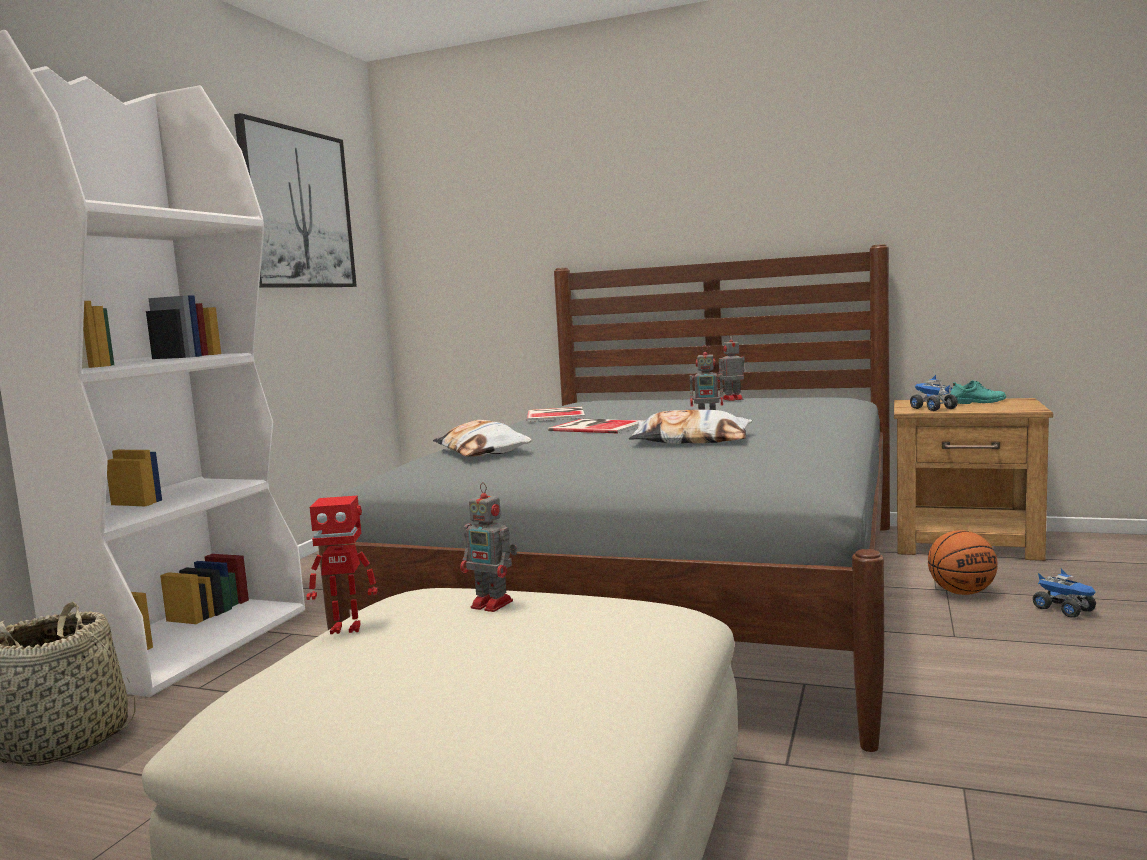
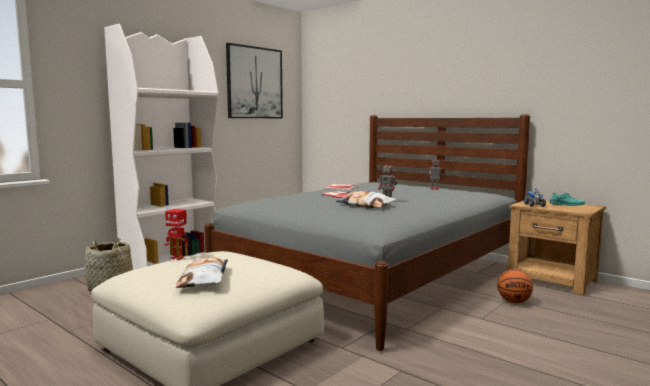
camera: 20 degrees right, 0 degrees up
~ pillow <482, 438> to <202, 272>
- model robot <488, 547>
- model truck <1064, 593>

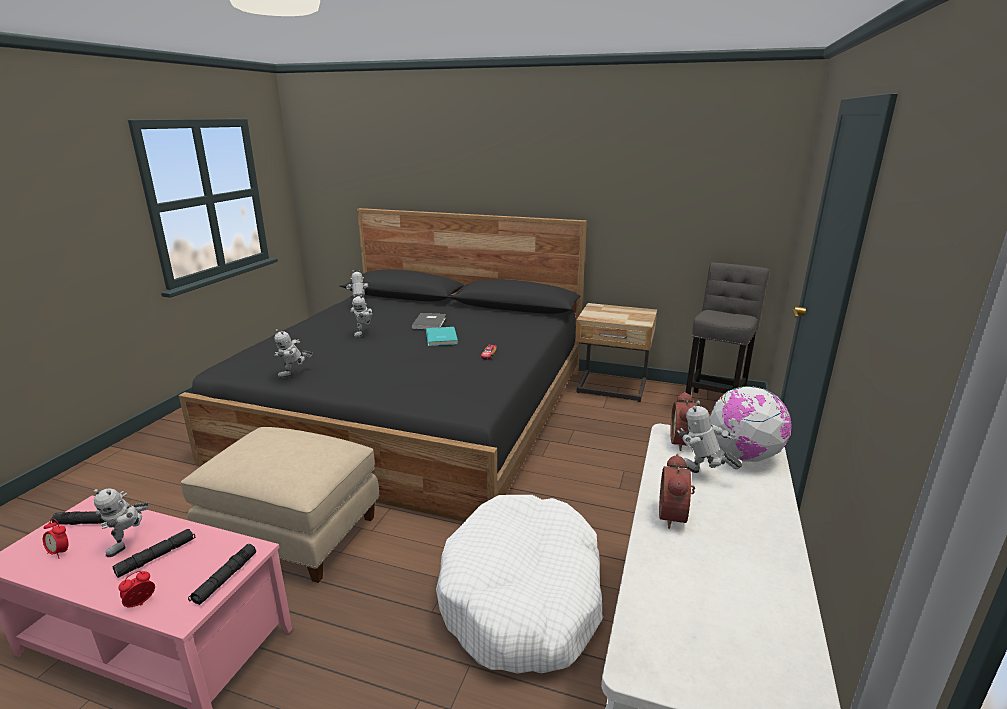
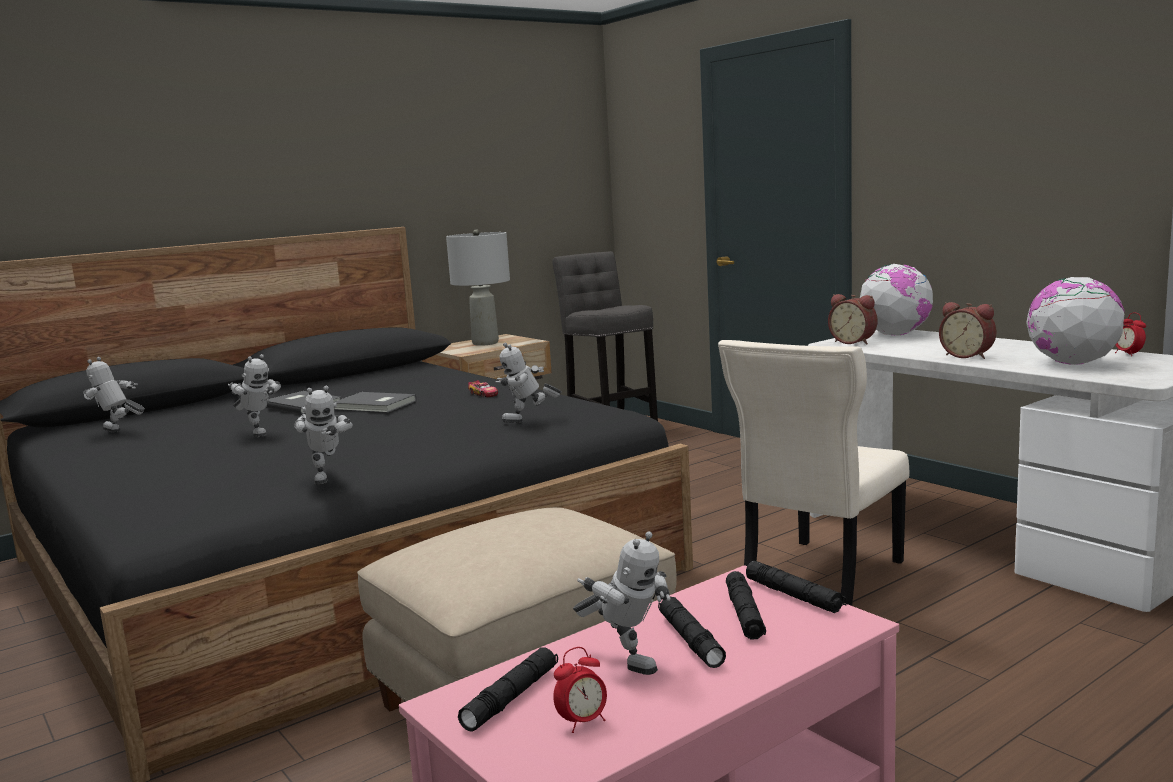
camera: 55 degrees left, 10 degrees down
~ turquoise-coloured bound book <442, 336> to grey bound book <375, 402>
~ model robot <709, 437> to <528, 383>
~ white-coloured dog cushion <519, 584> to beige-coloured plain chair <813, 473>
~ alarm clock <136, 589> to <1130, 334>
+ grey tabletop lamp <478, 287>
+ globe <1075, 321>
+ black-coloured hand torch <746, 605>

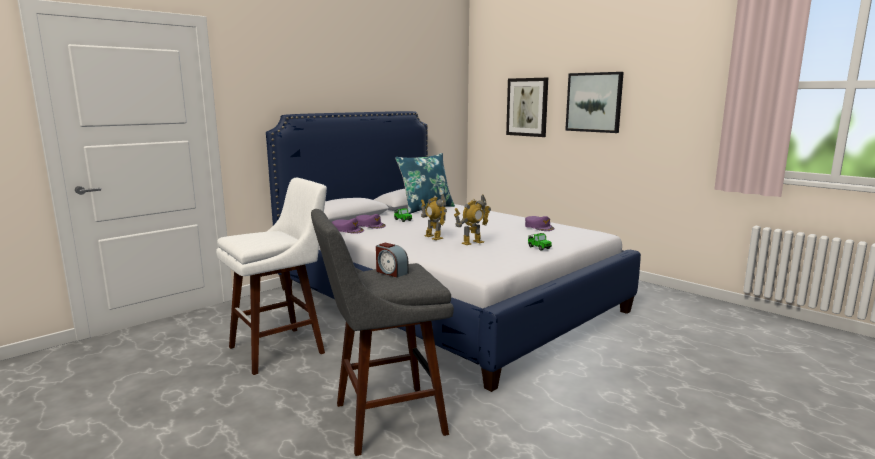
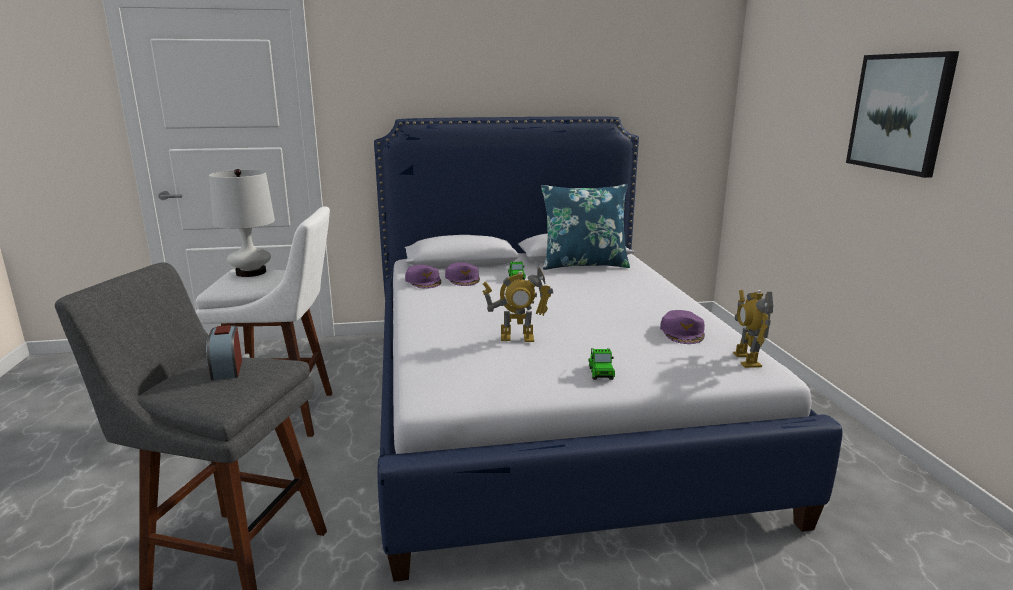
camera: 35 degrees right, 5 degrees up
- picture <527, 107>
~ model robot <434, 217> to <753, 329>
+ white-coloured tabletop lamp <242, 223>

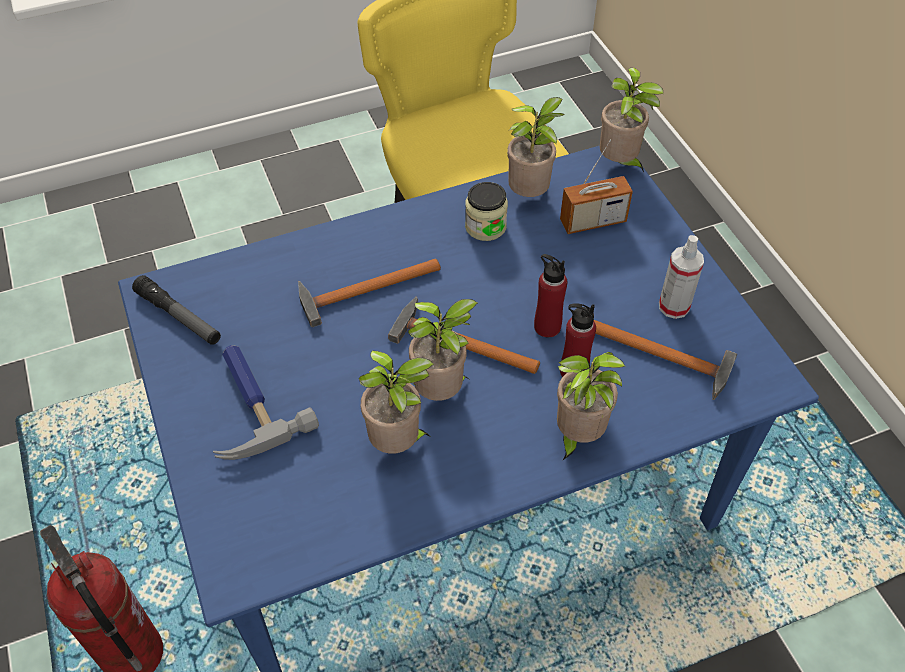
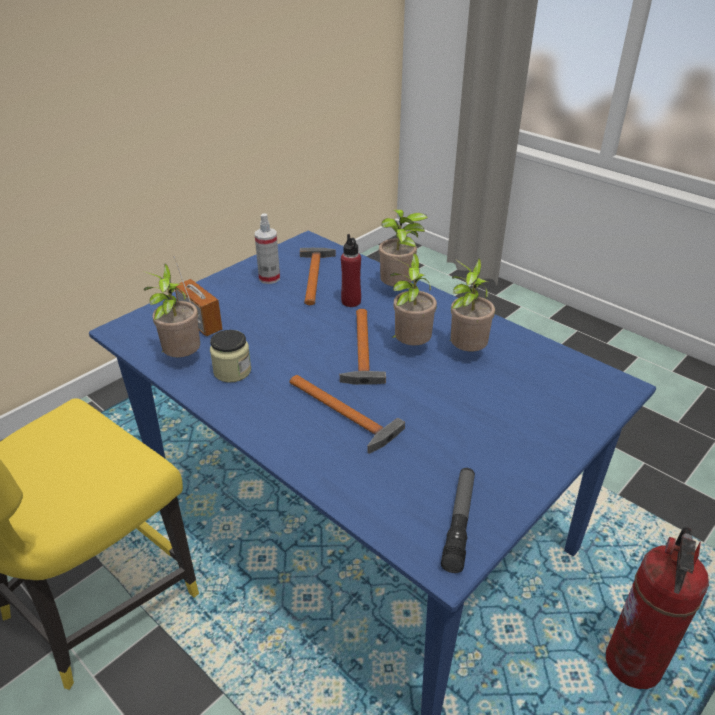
camera: 115 degrees left, 15 degrees down
- plant in a pot <632, 120>
- red bottle <550, 296>
- hammer <266, 402>

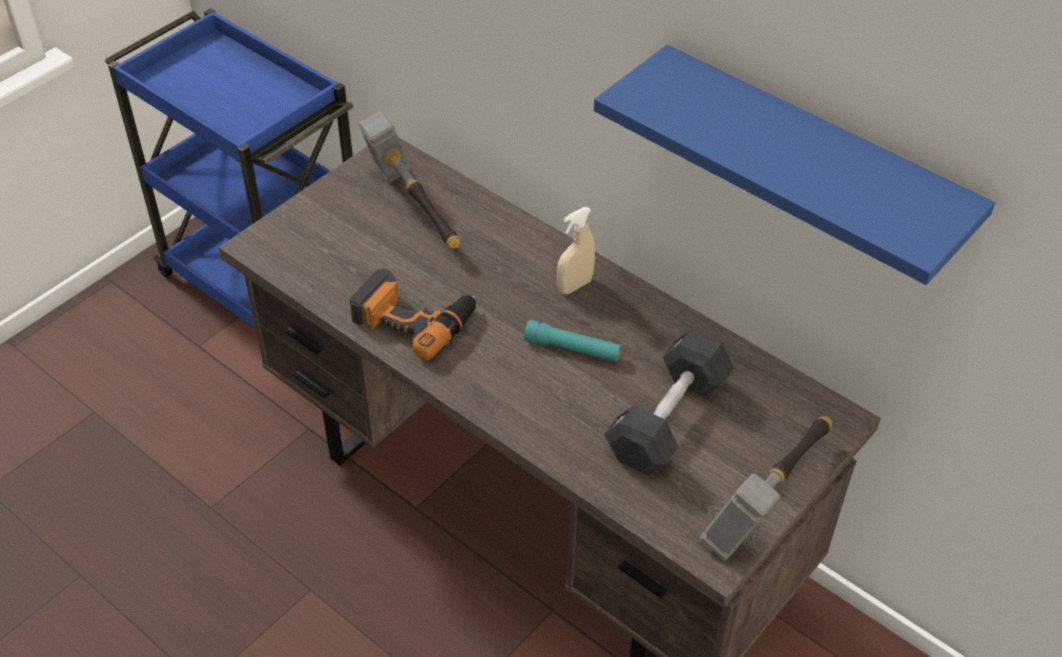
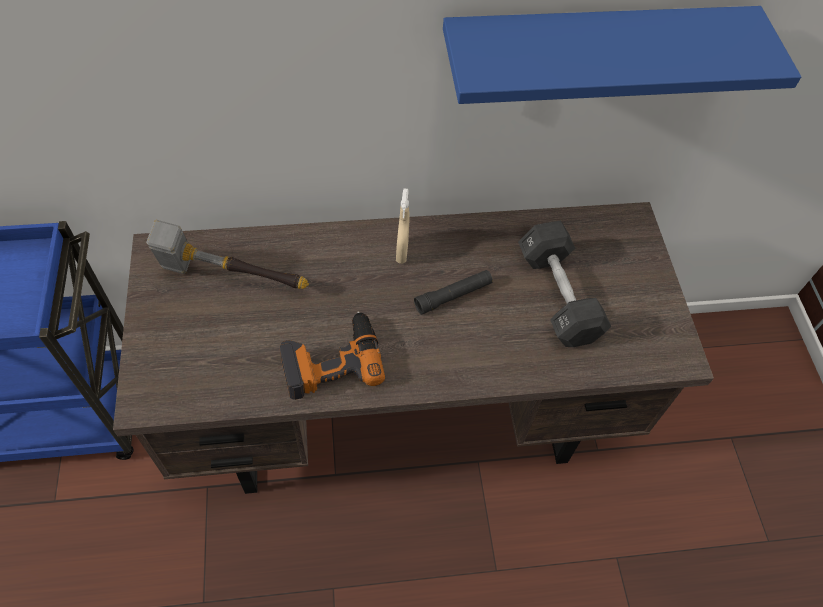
camera: 50 degrees left, 10 degrees up
~ turquoise-coloured hand torch <573, 340> to black-coloured hand torch <453, 292>
- hammer <766, 488>

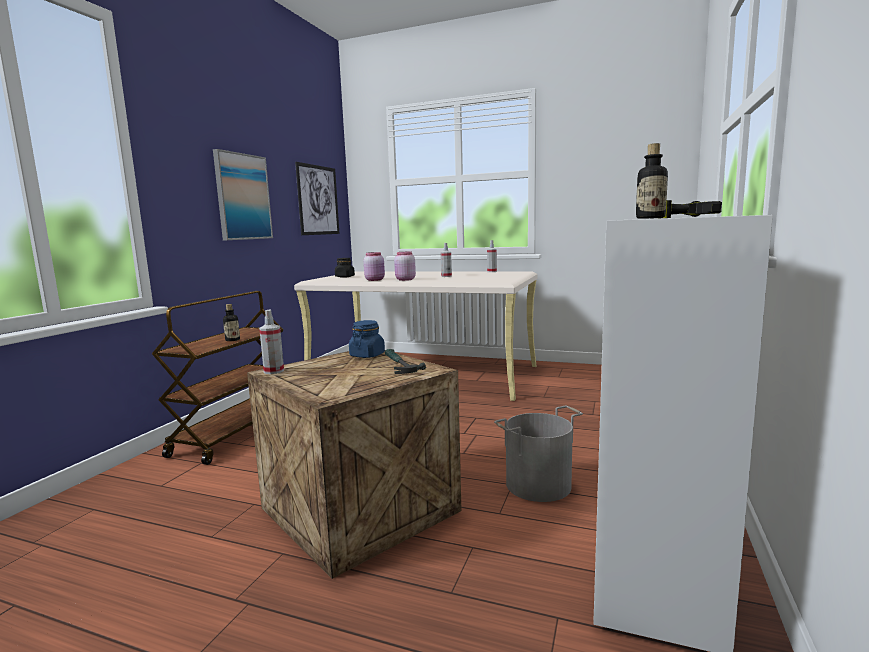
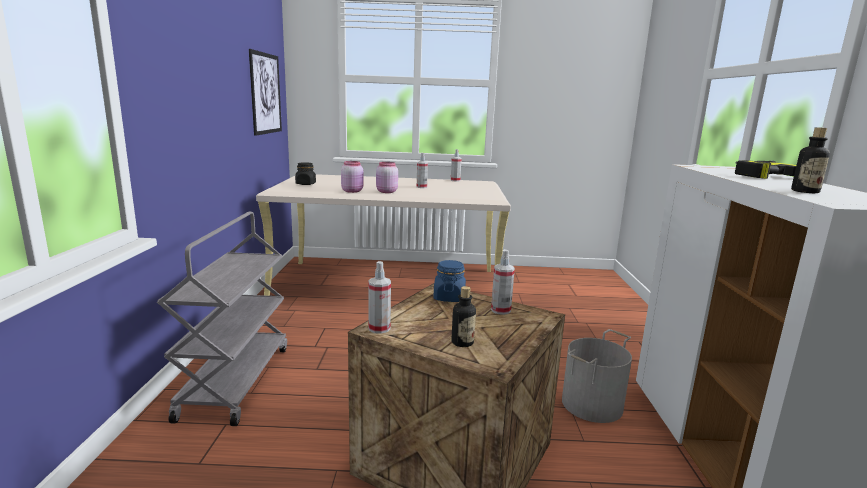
camera: 20 degrees left, 5 degrees up
- picture <243, 194>
~ brownish wheeled cart <218, 378> to grey wheeled cart <222, 319>
~ bottle <231, 322> to <464, 316>
~ hammer <405, 361> to spray bottle <503, 282>

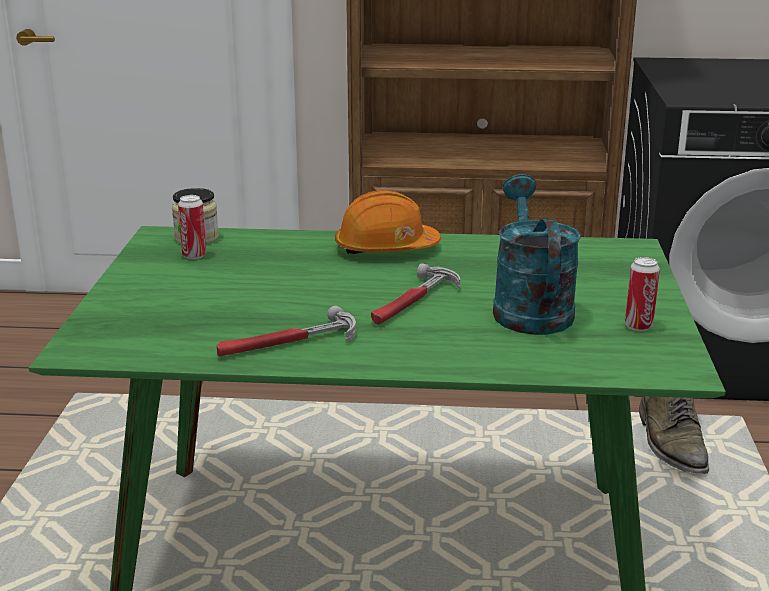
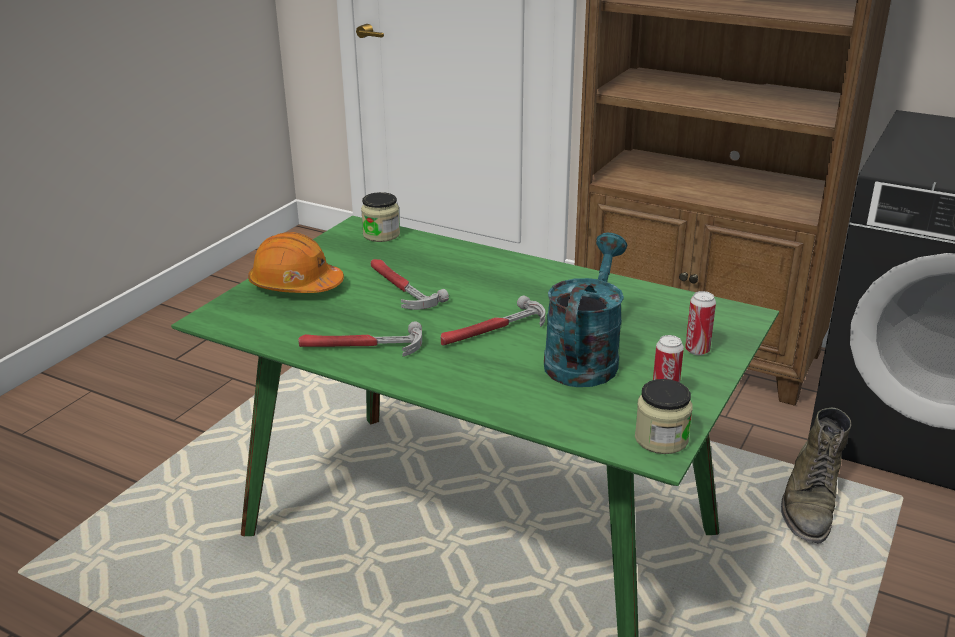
camera: 25 degrees right, 5 degrees up
~ orangey work helmet <388, 222> to <296, 262>
~ metal can <192, 227> to <700, 323>
+ hammer <410, 284>
+ jar <664, 416>

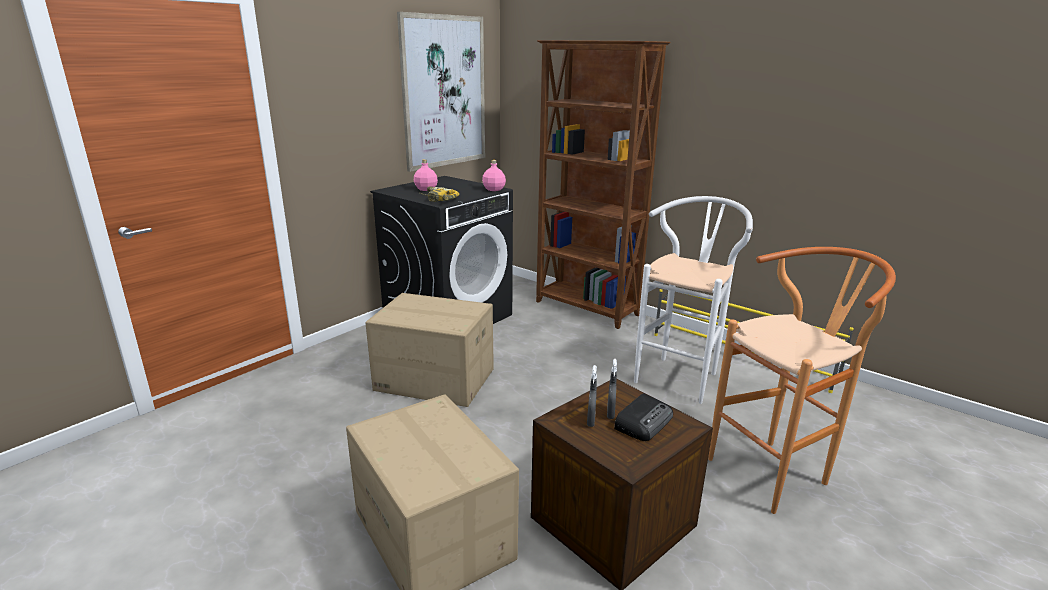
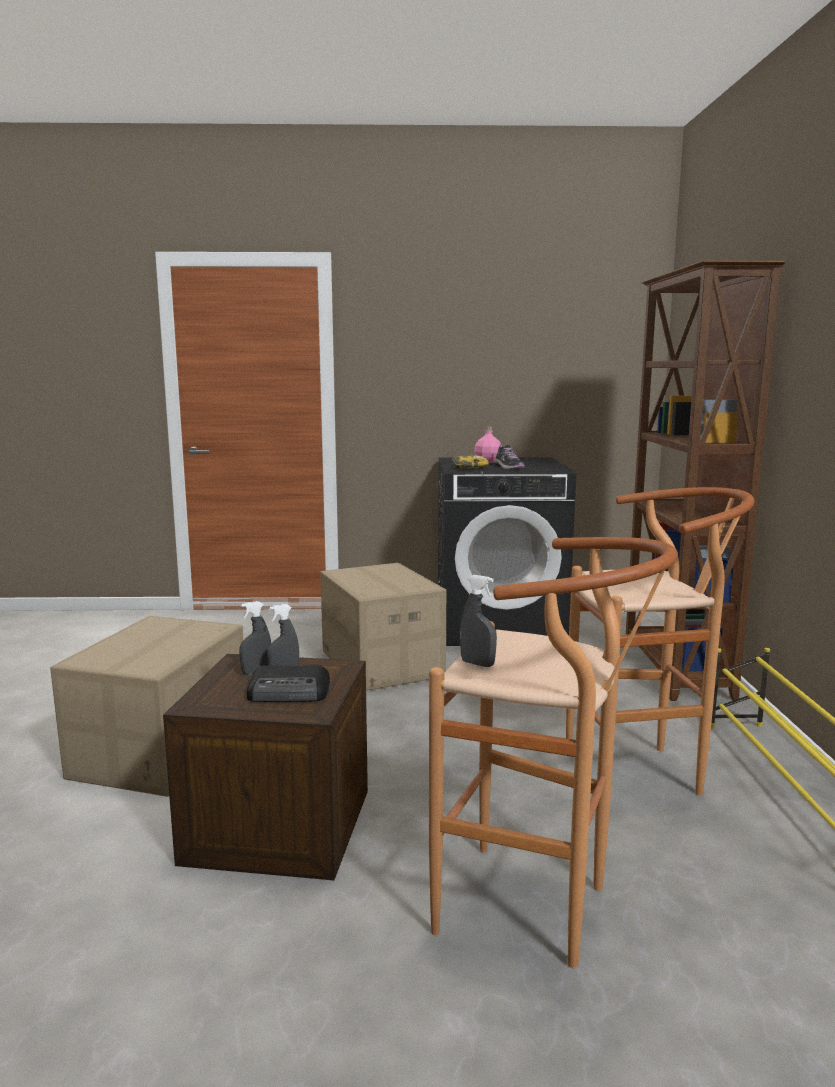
camera: 50 degrees right, 10 degrees down
- picture <441, 92>
- pinkish bottle <494, 175>
~ white-coloured sitting stool <693, 300> to brownish sitting stool <660, 641>
+ item of footwear <509, 456>
+ grey spray bottle <478, 621>

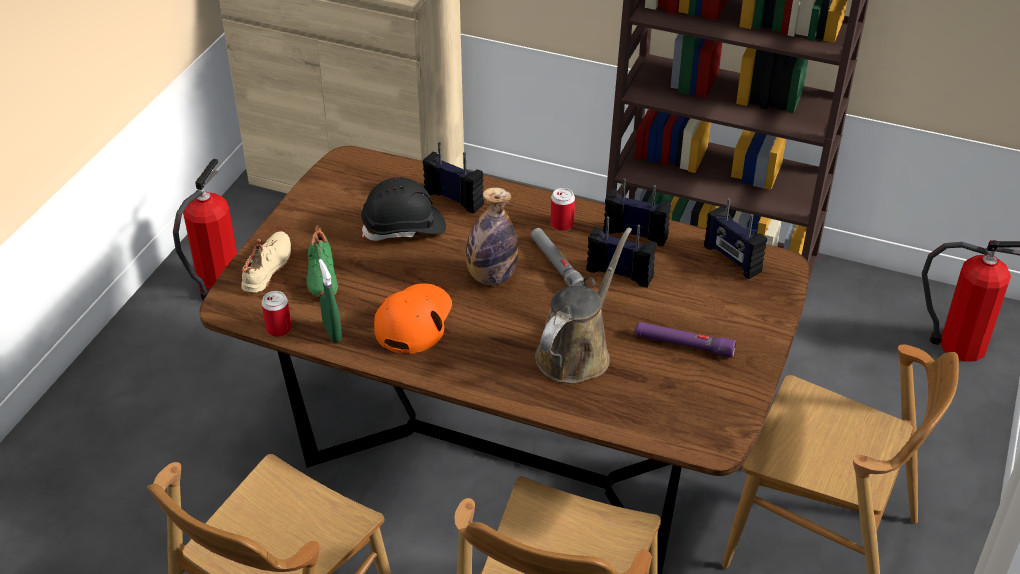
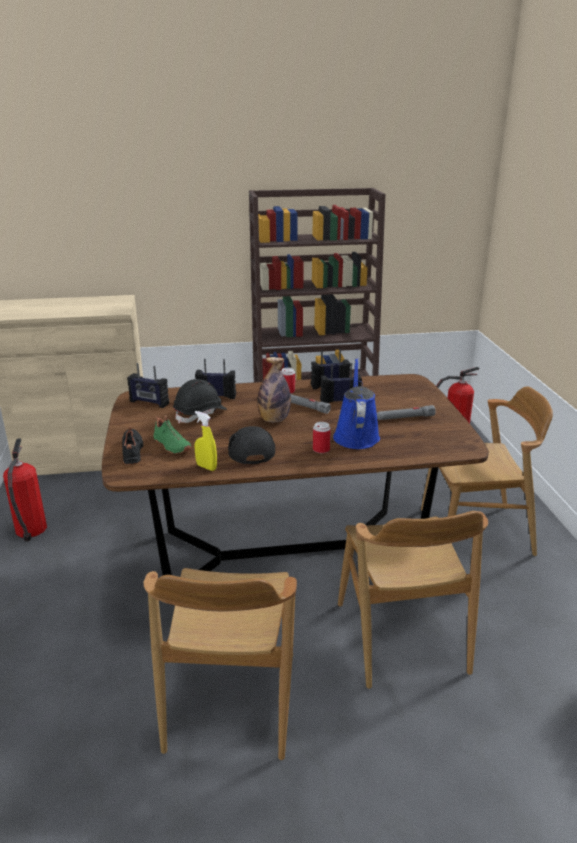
camera: 30 degrees left, 15 degrees down
~ radio receiver <735, 238> to <148, 385>
~ brownish sprinkling can <583, 305> to blue-coloured sprinkling can <356, 403>
~ beige-coloured item of footwear <266, 262> to black-coloured item of footwear <133, 445>
~ green spray bottle <330, 301> to yellow spray bottle <206, 441>
~ orangey baseball cap <413, 318> to black-coloured baseball cap <251, 445>
~ metal can <276, 314> to <322, 437>
~ purple hand torch <685, 340> to grey hand torch <406, 412>

